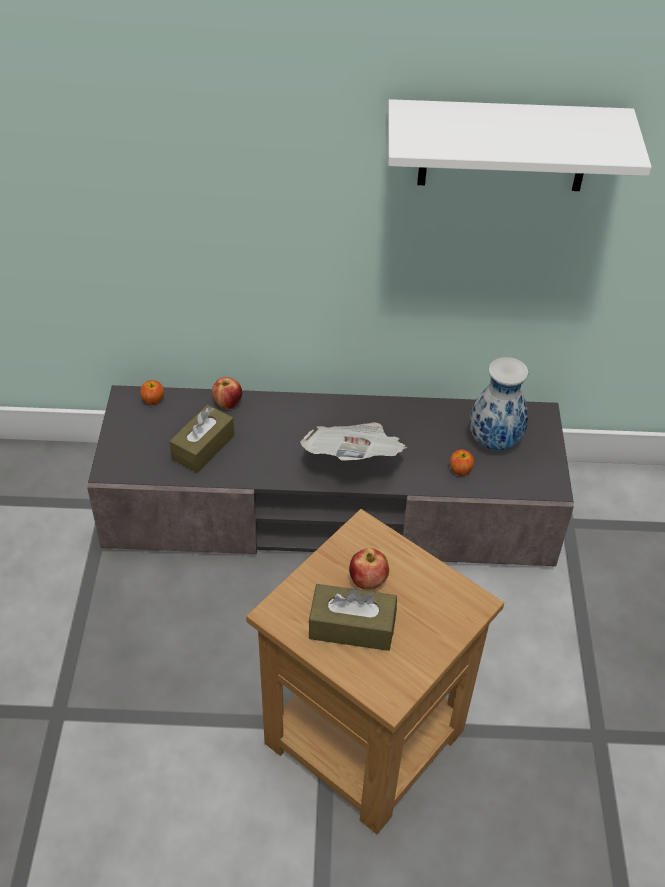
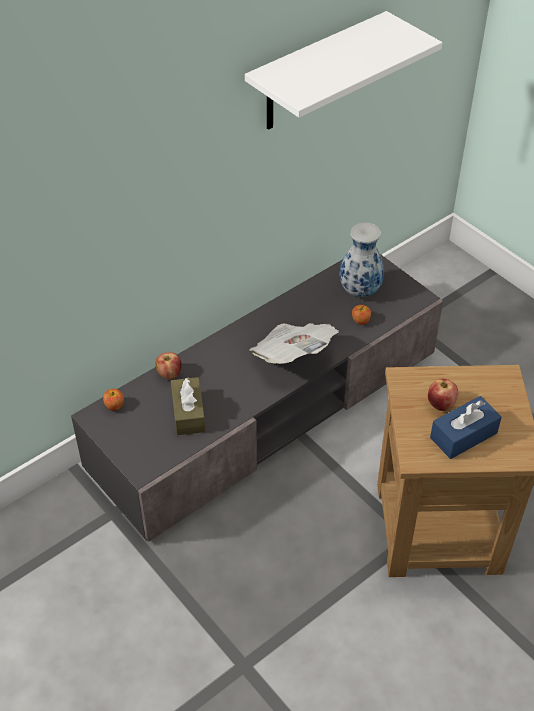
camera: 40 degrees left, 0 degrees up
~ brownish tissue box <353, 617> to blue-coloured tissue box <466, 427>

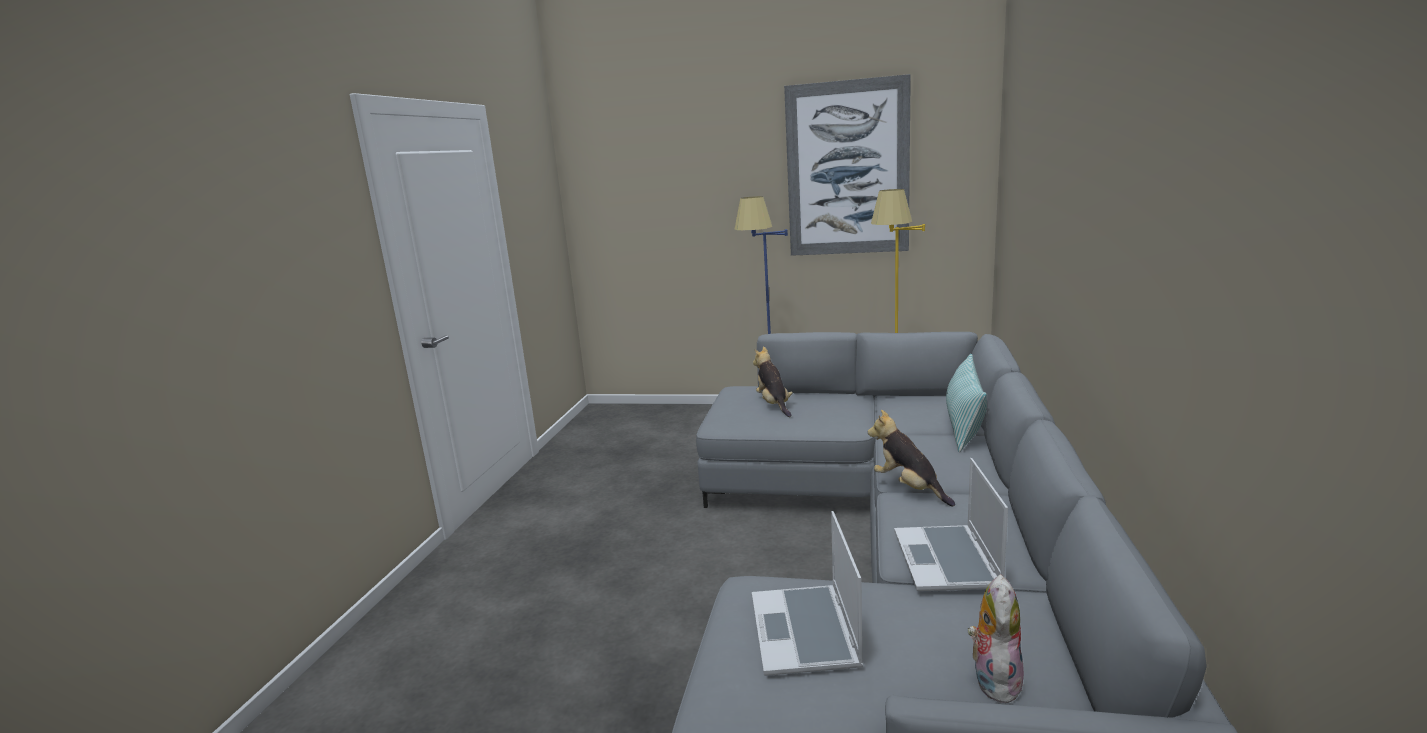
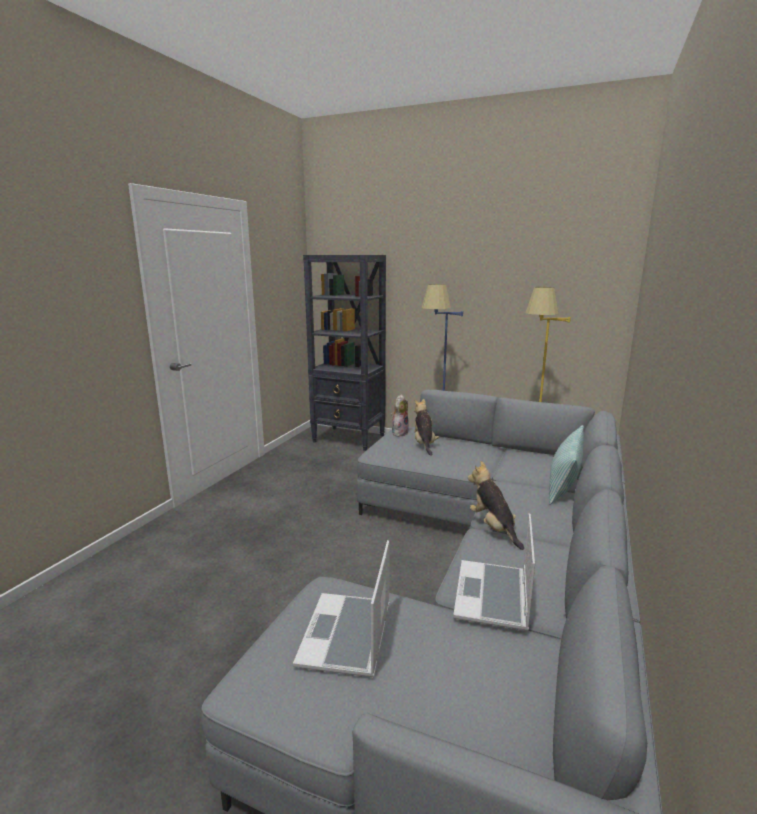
camera: 10 degrees right, 0 degrees up
- picture <847, 165>
~ plush toy <996, 639> to <400, 415>
+ black-coloured shelving unit <344, 353>

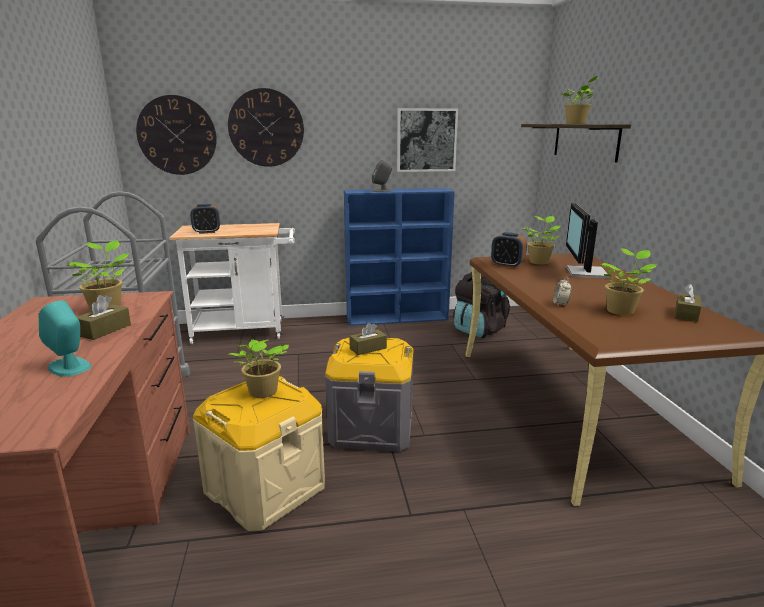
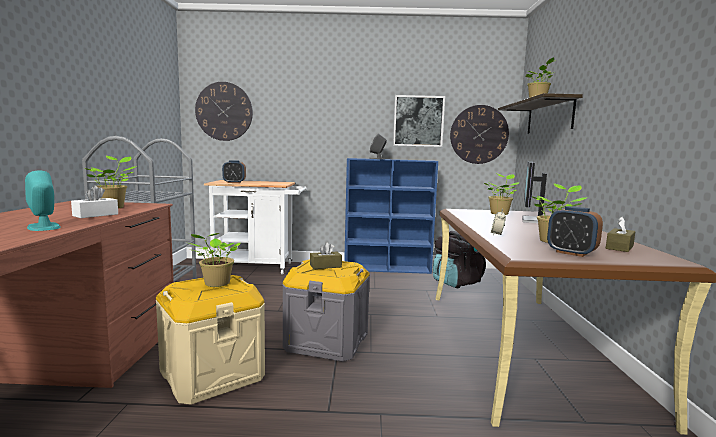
camera: 10 degrees right, 10 degrees down
~ wall clock <266, 127> to <479, 134>
~ alarm clock <509, 250> to <575, 231>
~ brownish tissue box <104, 317> to white-coloured tissue box <94, 201>

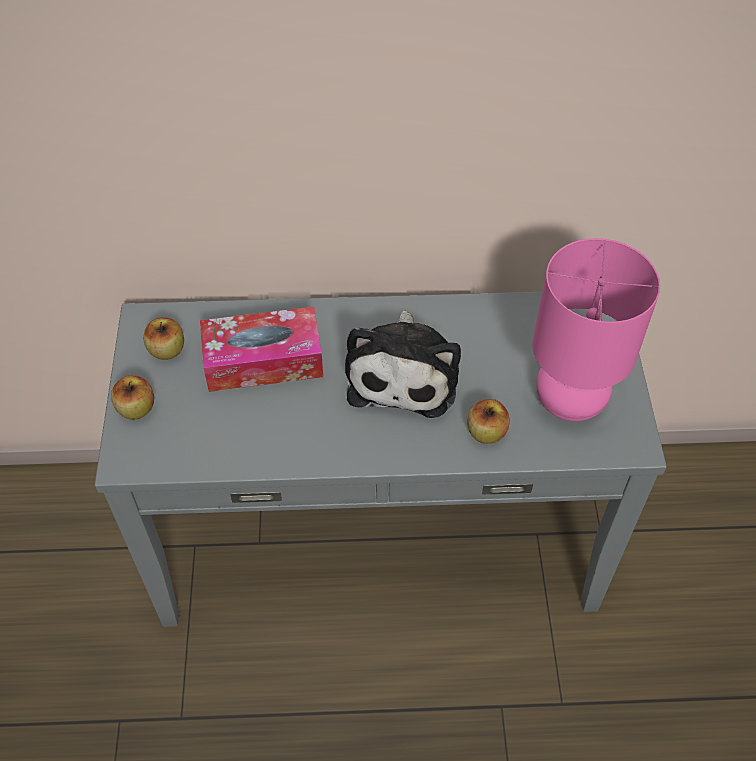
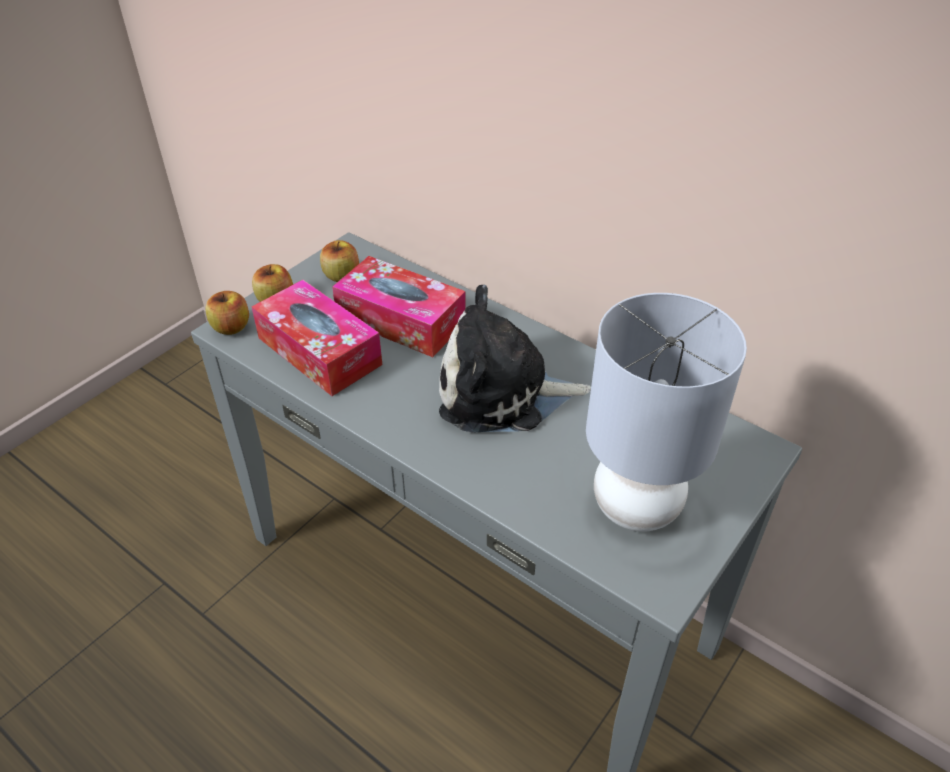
camera: 40 degrees right, 10 degrees down
~ pinkish tabletop lamp <596, 329> to grey tabletop lamp <666, 412>
~ plush toy <403, 364> = <515, 358> 45 degrees clockwise
~ apple fruit <488, 421> to <227, 313>
+ tissue box <317, 338>

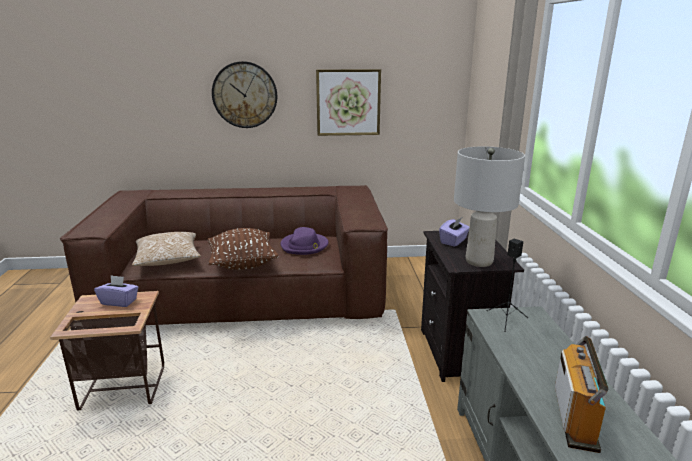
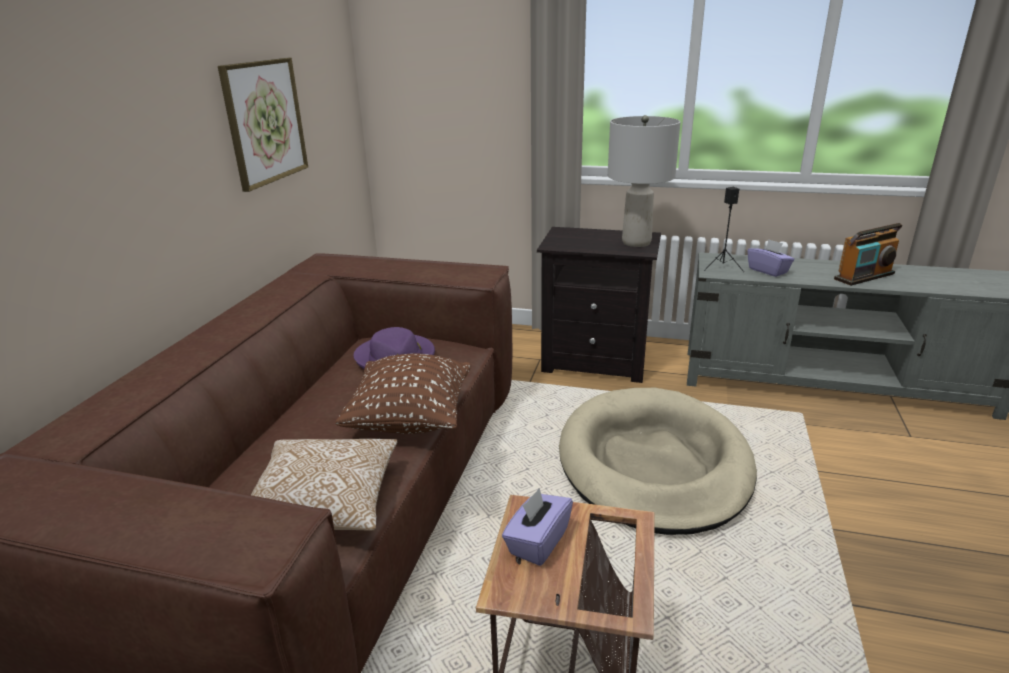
camera: 70 degrees left, 5 degrees up
- wall clock <244, 94>
~ purple tissue box <454, 232> to <770, 258>
~ radio receiver <581, 394> = <868, 254> 120 degrees clockwise
+ beige-coloured dog cushion <658, 461>

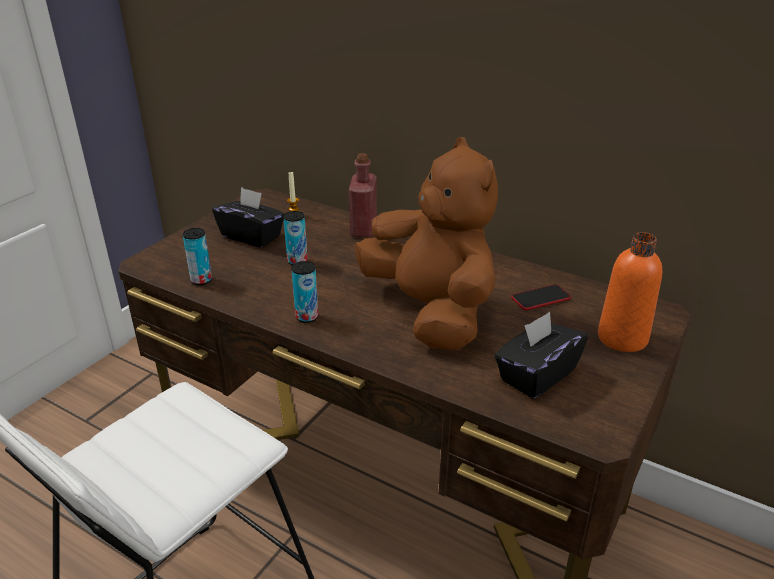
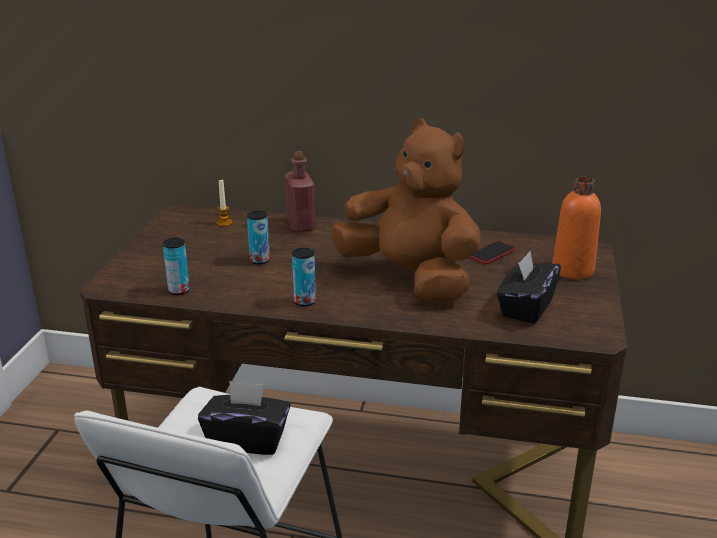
camera: 20 degrees left, 5 degrees down
~ black-coloured tissue box <248, 217> to <244, 418>

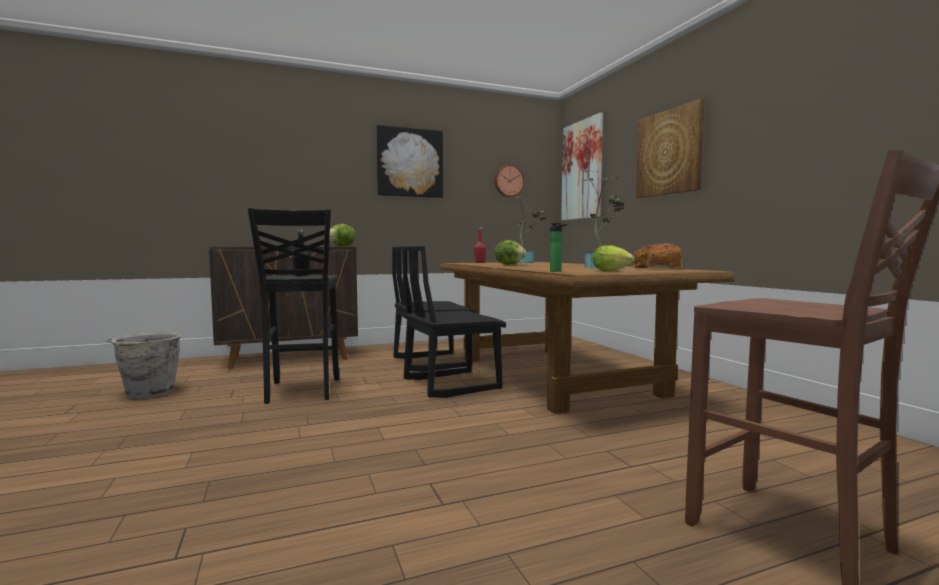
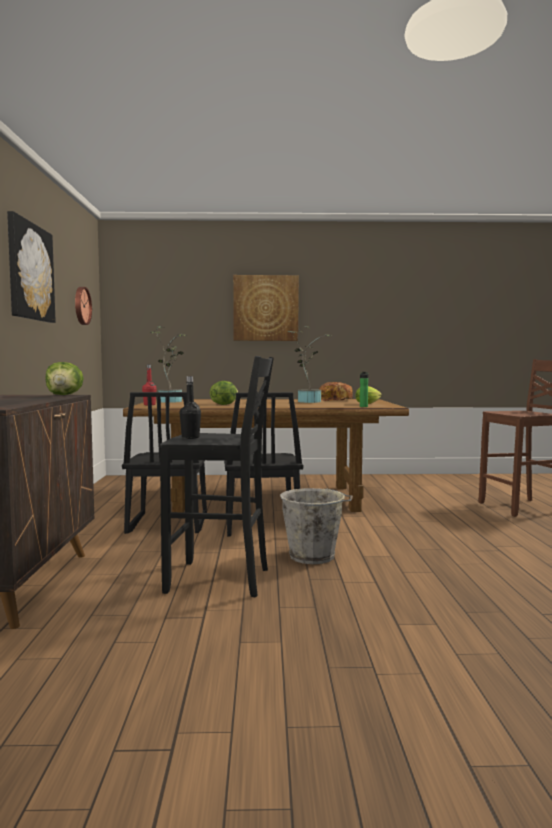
camera: 70 degrees left, 0 degrees up
- picture <582, 167>
~ grey water bucket <144, 365> to <316, 526>

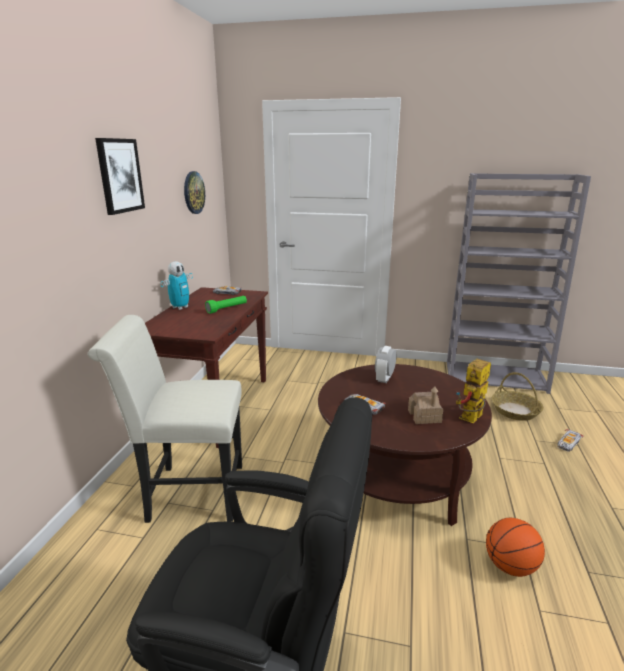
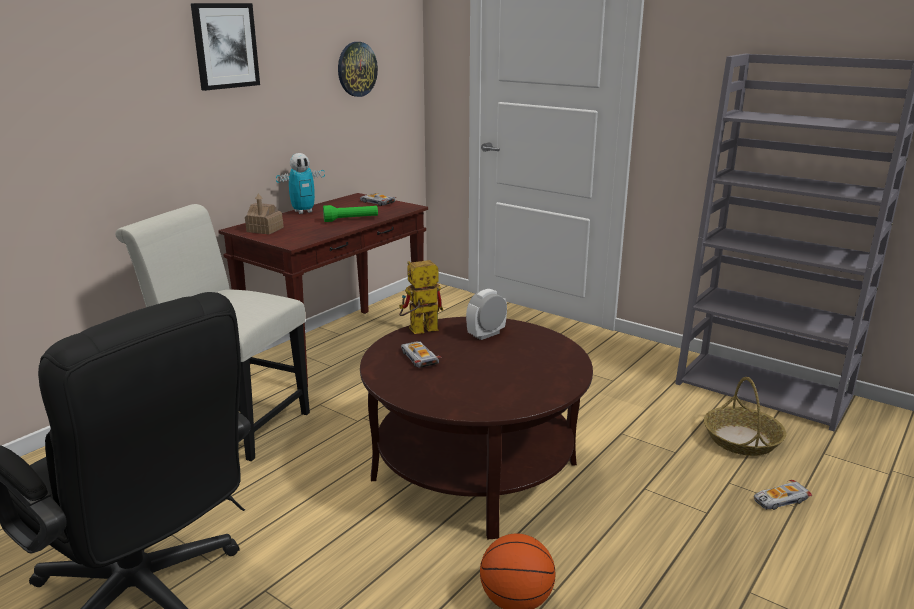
camera: 25 degrees right, 0 degrees up
~ model robot <473, 391> to <421, 297>
~ model house <425, 405> to <264, 214>

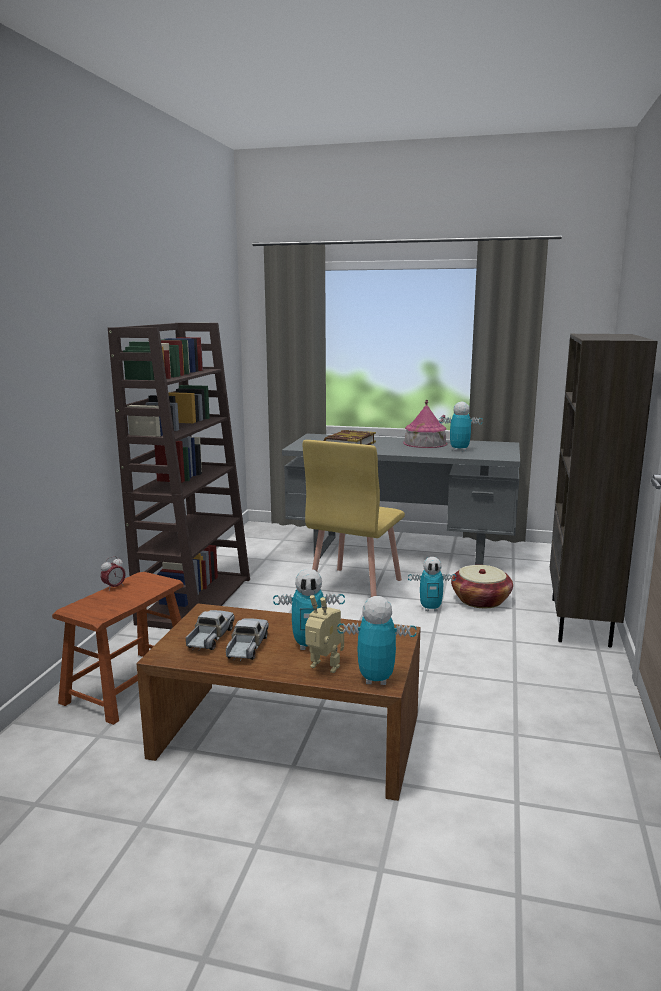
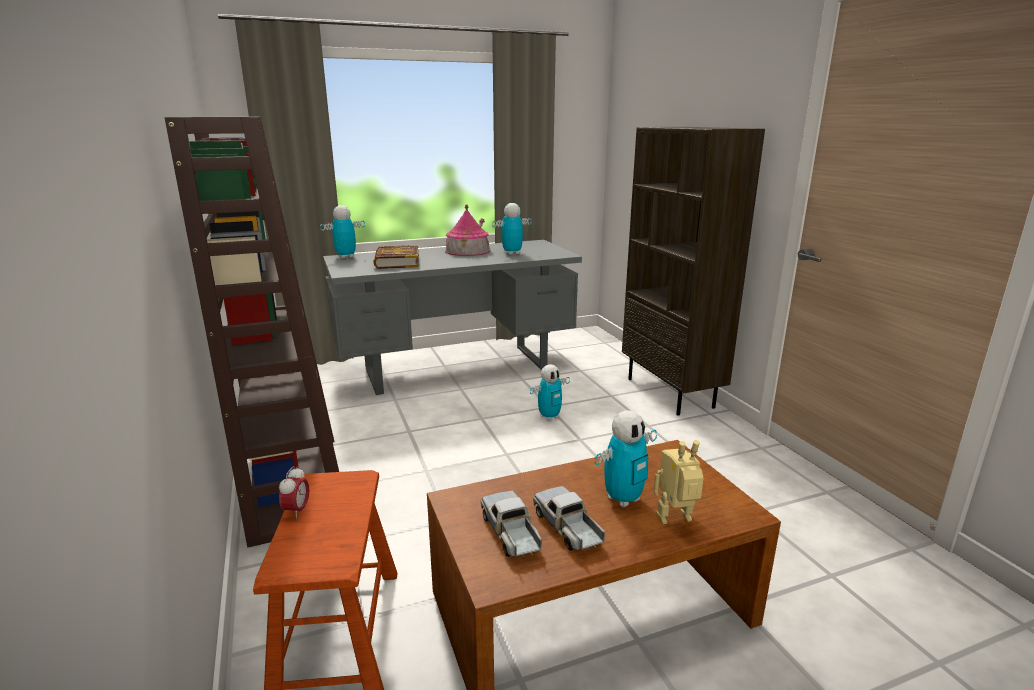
camera: 35 degrees left, 5 degrees up
- yellow plain chair <354, 518>
- basket <482, 586>
~ model robot <377, 640> to <342, 232>

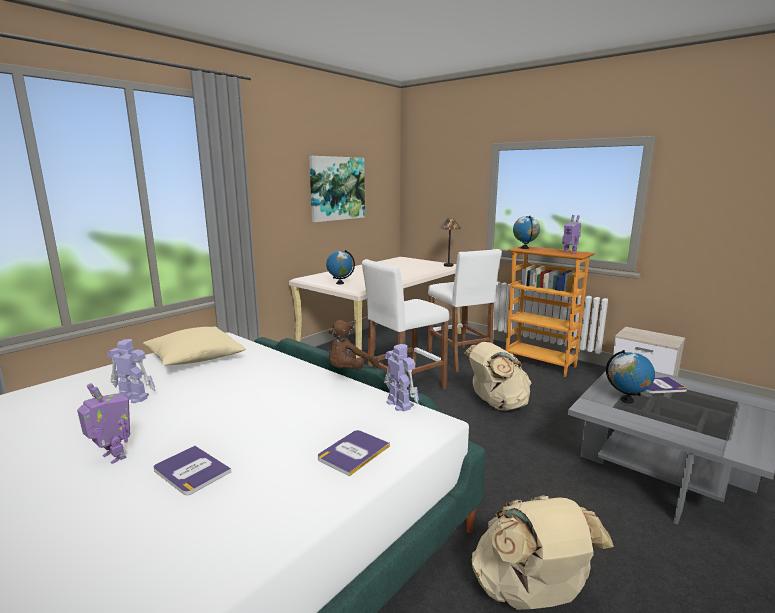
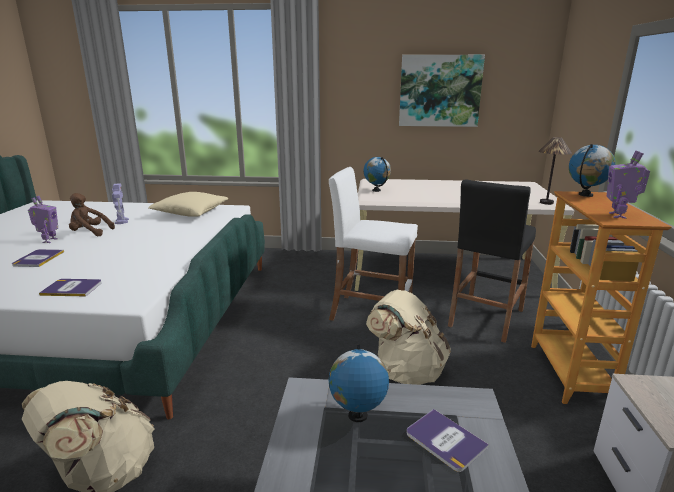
camera: 55 degrees right, 5 degrees up
~ white-coloured sitting stool <464, 310> to black-coloured sitting stool <492, 261>
~ brownish plush toy <354, 345> to <92, 214>
- model robot <401, 378>

